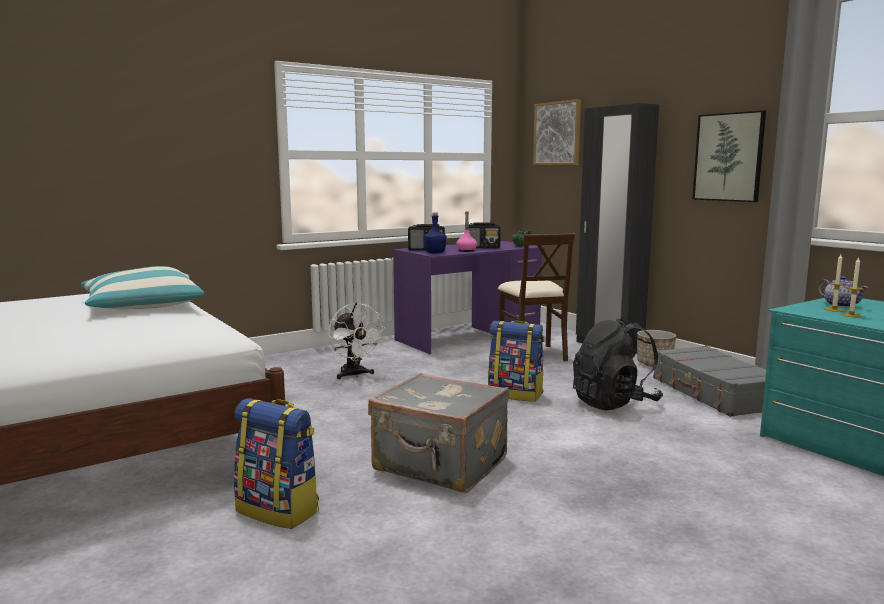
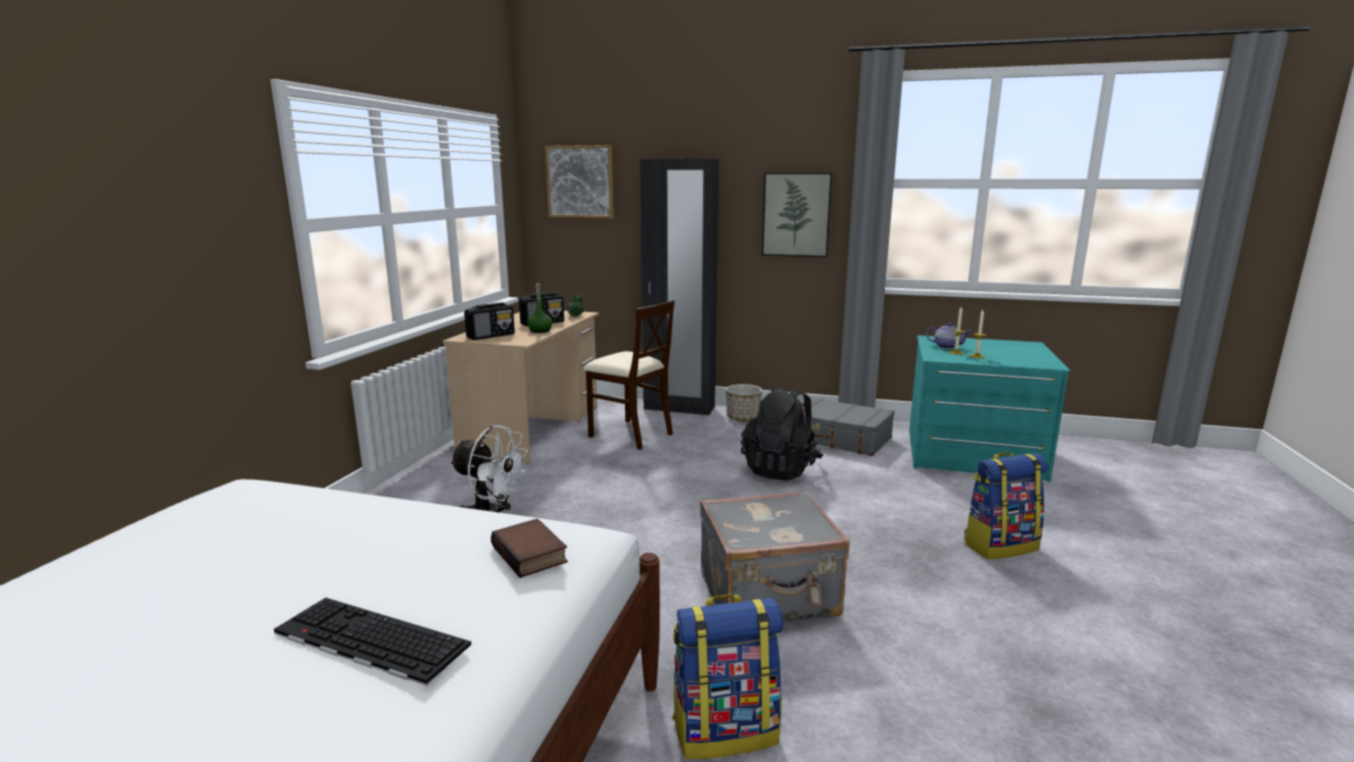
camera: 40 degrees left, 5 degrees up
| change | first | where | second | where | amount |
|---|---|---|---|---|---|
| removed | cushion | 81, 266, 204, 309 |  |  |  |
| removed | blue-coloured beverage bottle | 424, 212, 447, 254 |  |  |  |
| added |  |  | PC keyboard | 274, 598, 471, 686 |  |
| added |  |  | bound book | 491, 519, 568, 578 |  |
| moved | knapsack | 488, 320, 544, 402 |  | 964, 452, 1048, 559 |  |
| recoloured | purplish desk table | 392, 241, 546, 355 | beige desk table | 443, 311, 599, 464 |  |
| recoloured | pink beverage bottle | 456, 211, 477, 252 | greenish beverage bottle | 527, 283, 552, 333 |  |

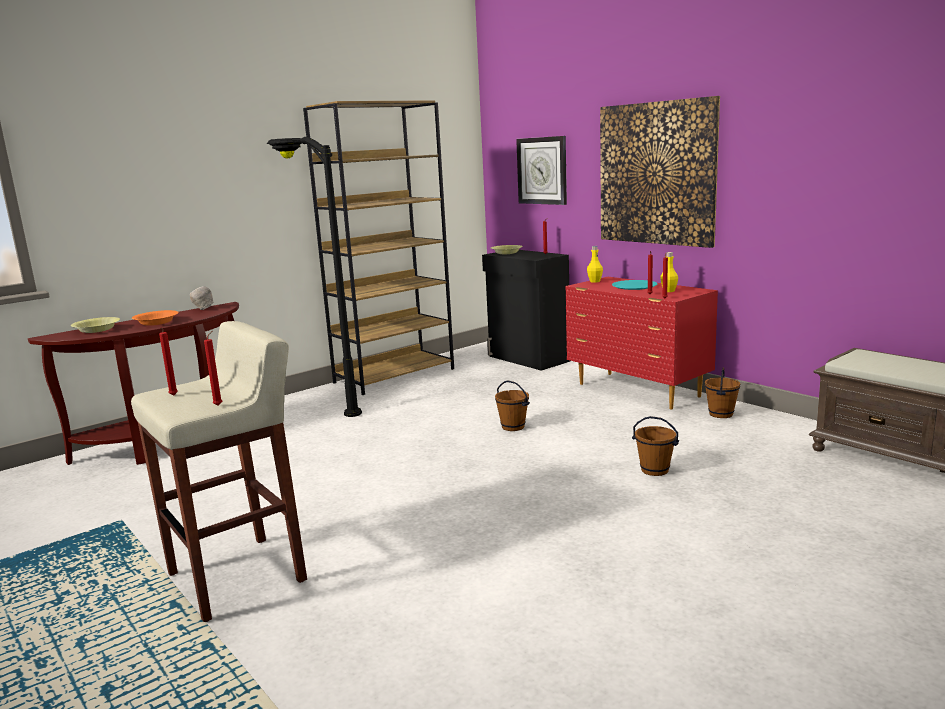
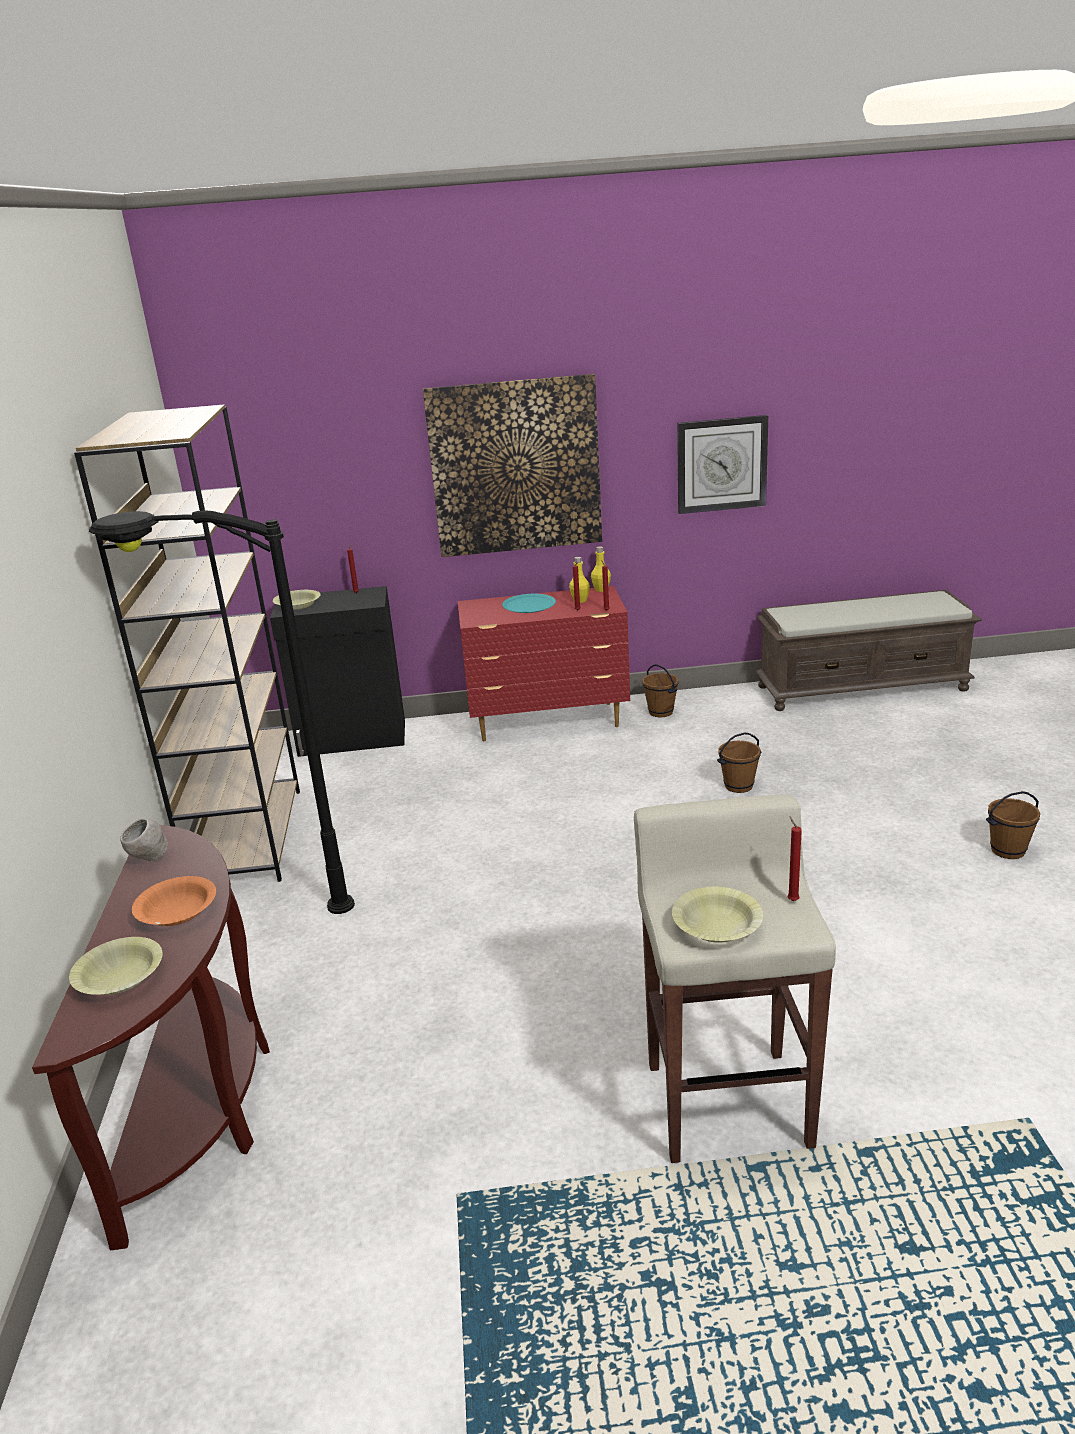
camera: 55 degrees left, 10 degrees up
| change | first | where | second | where | amount |
|---|---|---|---|---|---|
| moved | brown-coloured water bucket | 495, 381, 530, 431 |  | 986, 791, 1041, 859 |  |
| moved | hanging clock | 516, 136, 567, 205 |  | 677, 415, 768, 514 |  |
| moved | yellowish beverage bottle | 587, 246, 603, 283 |  | 591, 547, 611, 592 |  |
| replaced | reddish wax light | 159, 327, 178, 396 | yellowish deep dish | 672, 887, 763, 943 |  |

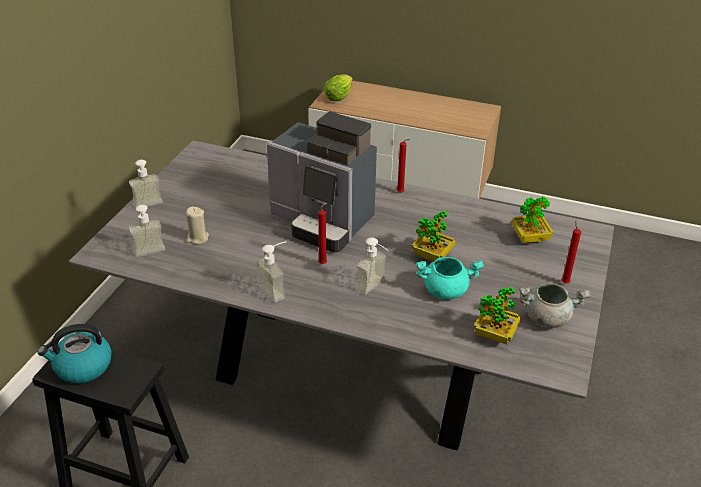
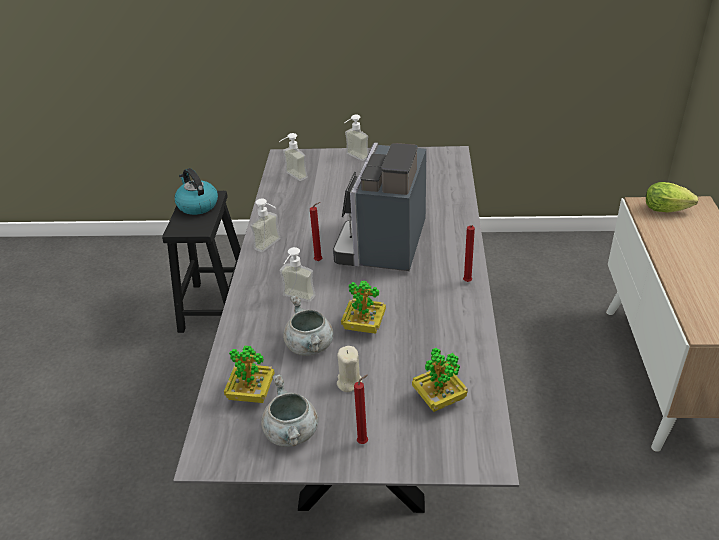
camera: 75 degrees right, 0 degrees up
| change | first | where | second | where | amount |
|---|---|---|---|---|---|
| moved | beige wax light | 186, 207, 209, 244 |  | 337, 346, 362, 392 |  |
| recoloured | turquoise-coloured saucepot | 416, 257, 484, 299 | grey saucepot | 283, 295, 333, 356 |  |

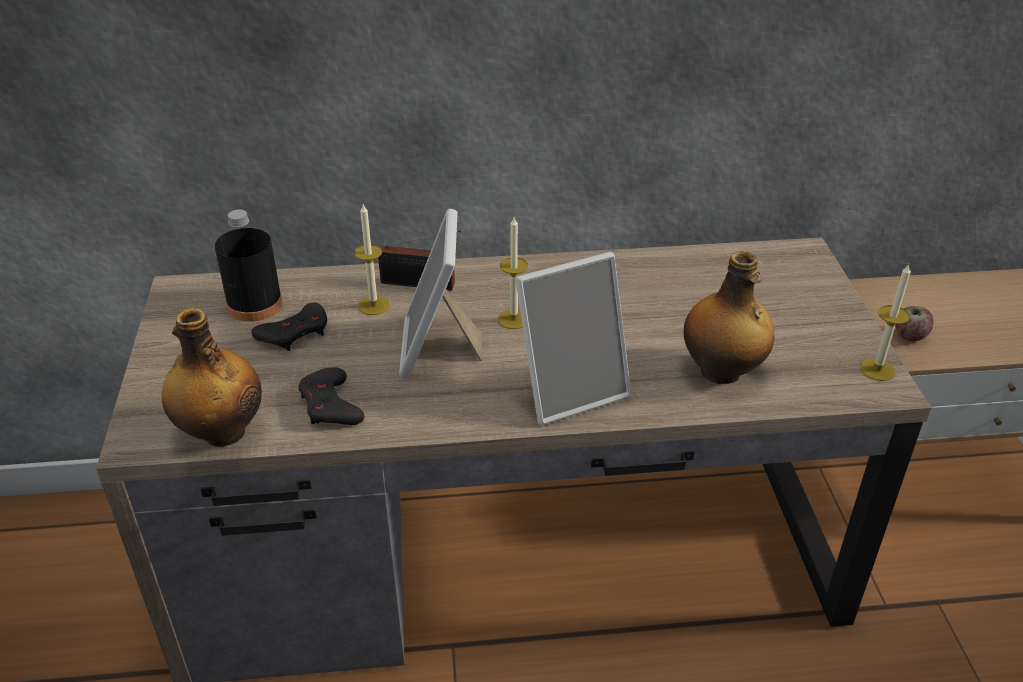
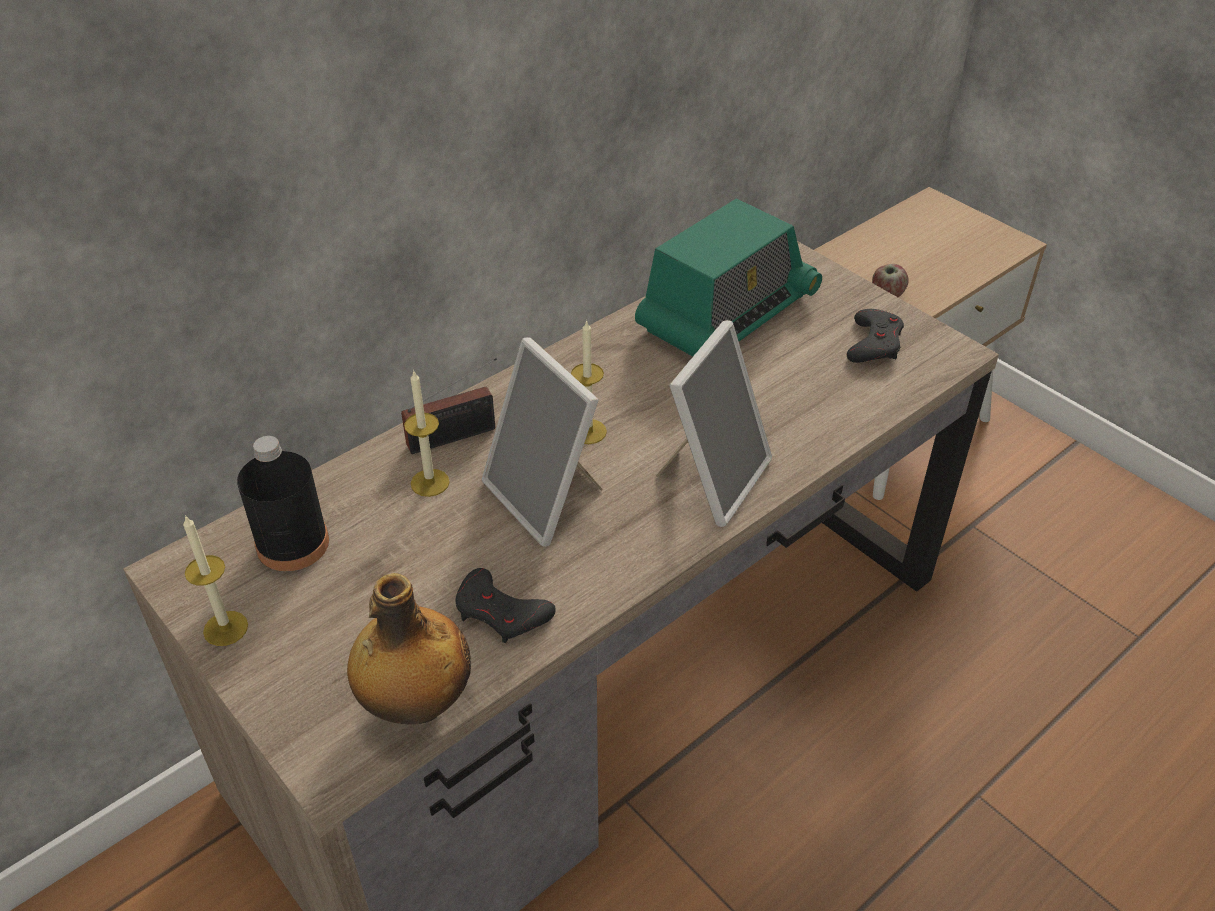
camera: 35 degrees left, 5 degrees up
| change | first | where | second | where | amount |
|---|---|---|---|---|---|
| removed | beverage bottle | 684, 251, 775, 384 |  |  |  |
| added |  |  | radio receiver | 635, 198, 822, 357 |  |
| moved | black game controller | 252, 302, 327, 351 |  | 847, 309, 904, 363 |  |
| moved | wax light | 860, 264, 911, 381 |  | 183, 515, 248, 646 |  |

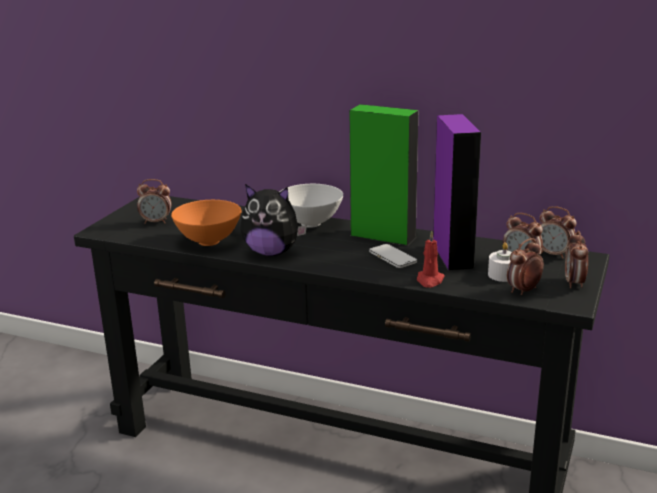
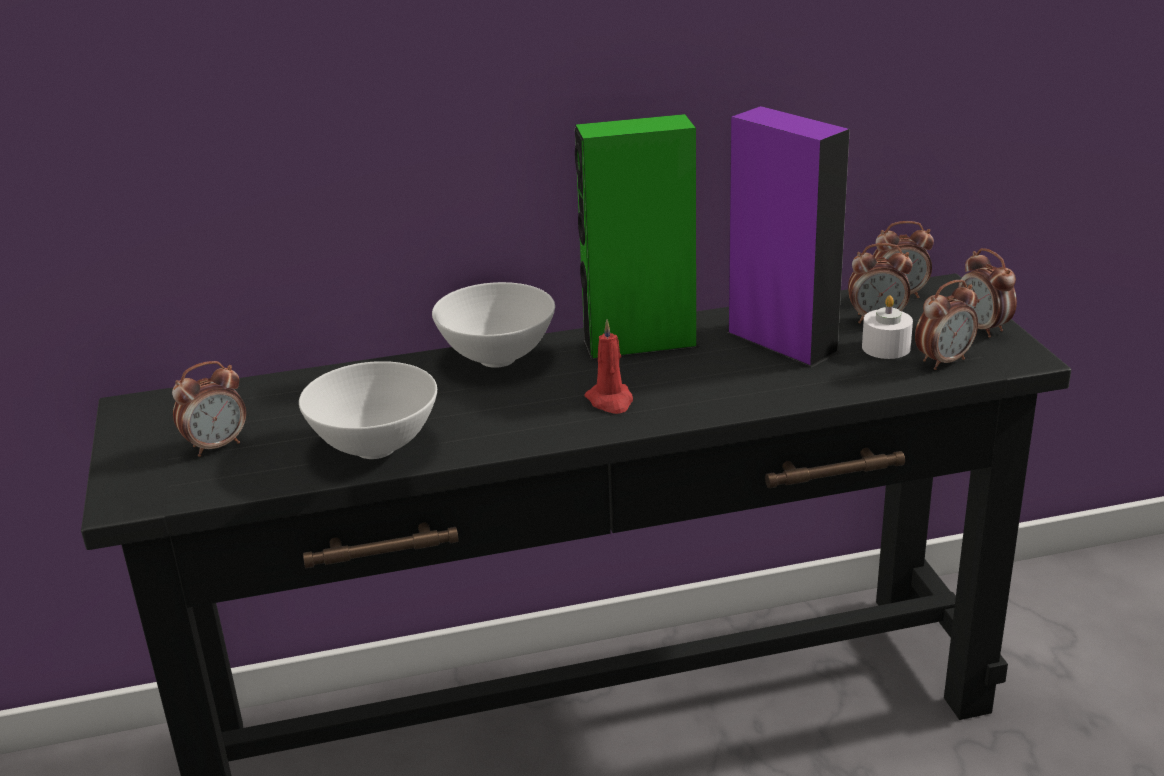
camera: 35 degrees left, 5 degrees up
| change | first | where | second | where | amount |
|---|---|---|---|---|---|
| removed | soft toy | 240, 184, 307, 256 |  |  |  |
| removed | telephone | 369, 244, 417, 268 |  |  |  |
| moved | reddish wax light | 417, 230, 445, 288 |  | 584, 319, 633, 414 |  |
| recoloured | orangey deep dish | 171, 200, 242, 246 | white-coloured deep dish | 299, 361, 437, 459 |  |
| turned | bedside clock | 507, 238, 544, 295 |  | 915, 280, 978, 370 | 135 degrees counterclockwise |

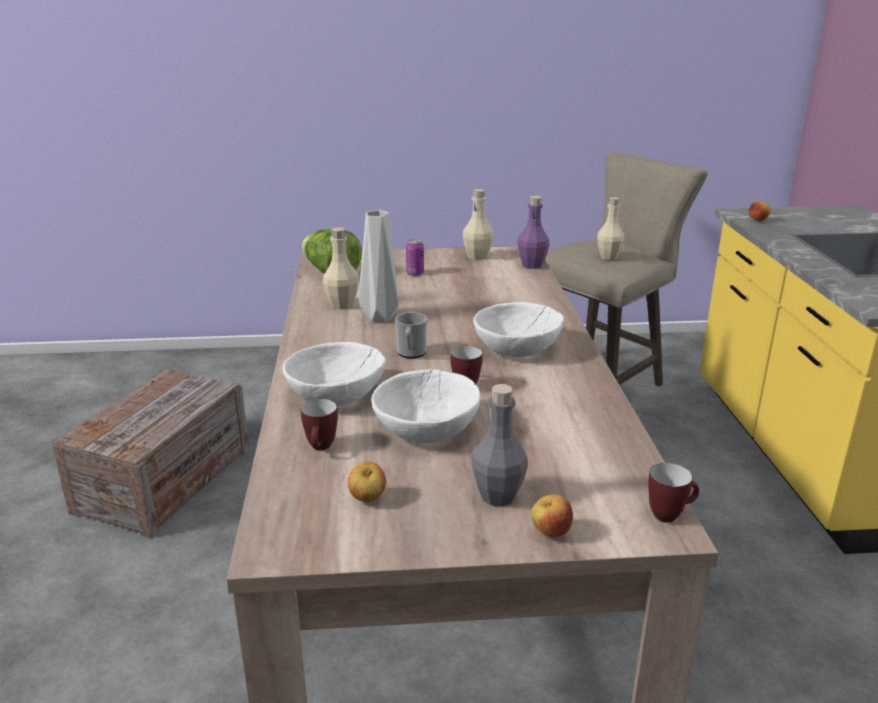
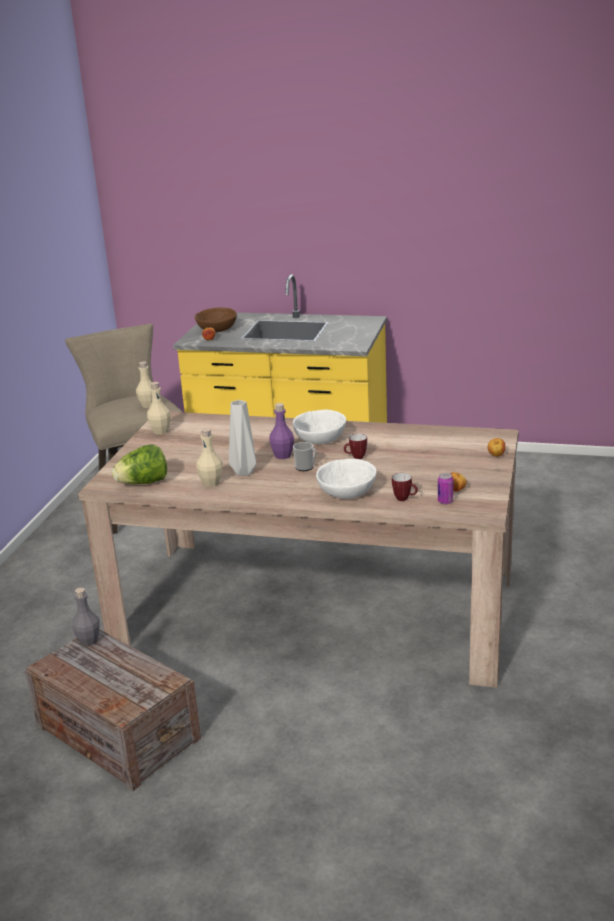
camera: 70 degrees left, 0 degrees up
| change | first | where | second | where | amount |
|---|---|---|---|---|---|
| removed | white-coloured deep dish | 371, 370, 480, 443 |  |  |  |
| removed | coffee mug | 648, 463, 699, 523 |  |  |  |
| added |  |  | brown-coloured deep dish | 195, 308, 237, 332 |  |
| moved | metal can | 406, 239, 424, 276 |  | 438, 473, 454, 504 |  |
| moved | grey beverage bottle | 471, 384, 528, 507 |  | 72, 588, 100, 646 |  |
| moved | purplish beverage bottle | 517, 196, 550, 269 |  | 269, 403, 294, 459 |  |

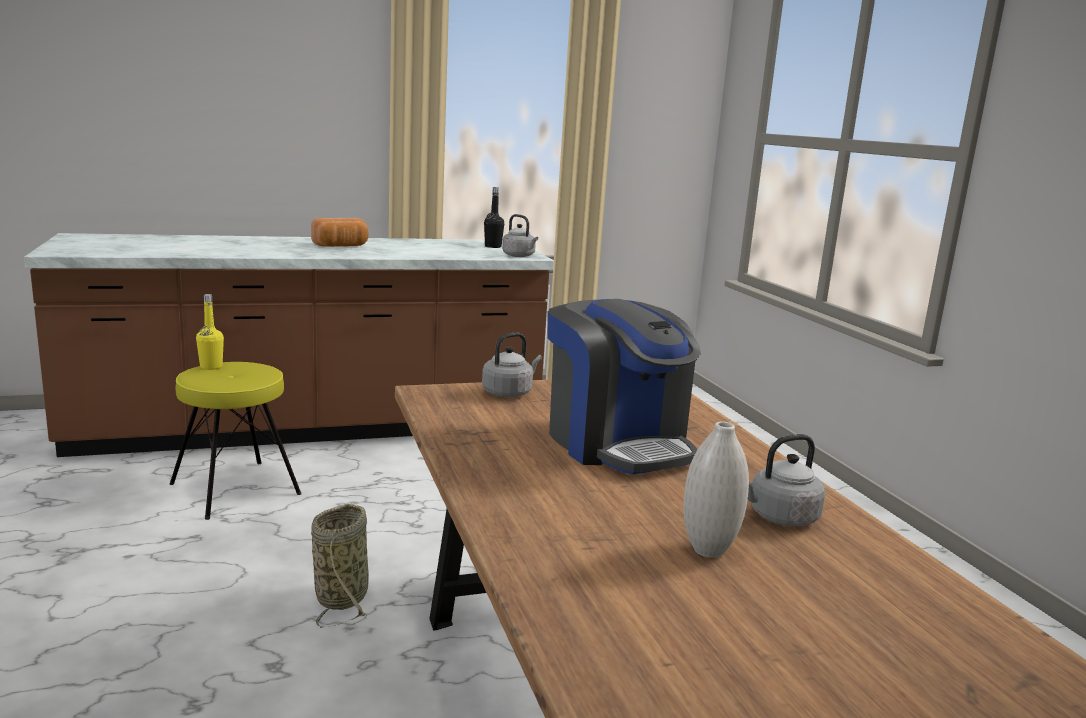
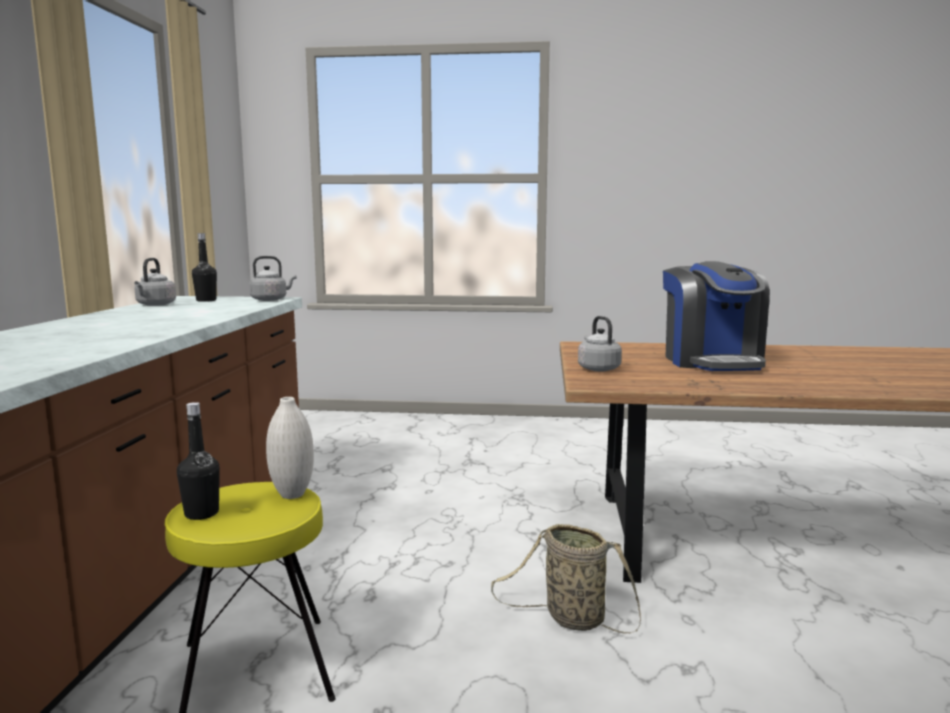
camera: 65 degrees left, 5 degrees down
| change | first | where | second | where | amount |
|---|---|---|---|---|---|
| removed | bread | 311, 218, 369, 247 |  |  |  |
| moved | white-coloured flower vase | 684, 421, 749, 558 |  | 266, 397, 314, 499 |  |
| moved | grey tea kettle | 748, 434, 825, 527 |  | 134, 258, 176, 306 |  |
| recoloured | yellowish beverage bottle | 196, 294, 224, 370 | black beverage bottle | 177, 402, 220, 520 |  |
| turned | coffee machine | 547, 299, 701, 474 |  | 663, 261, 770, 371 | 90 degrees clockwise |

